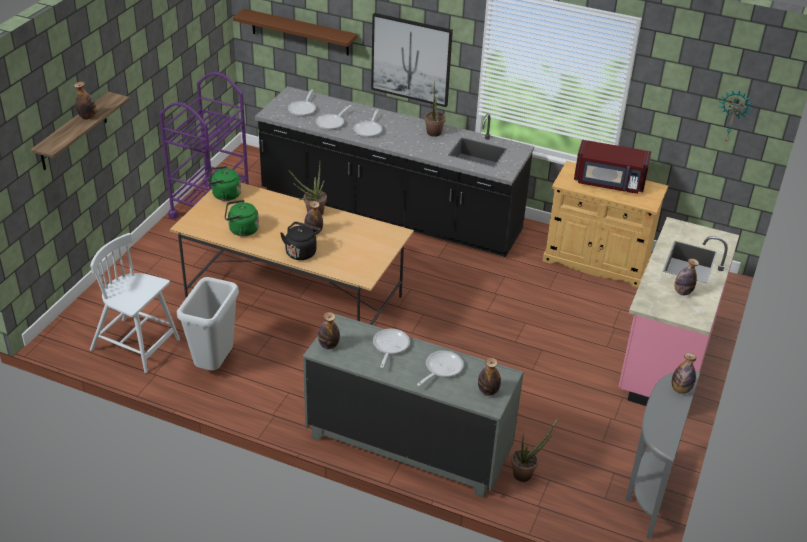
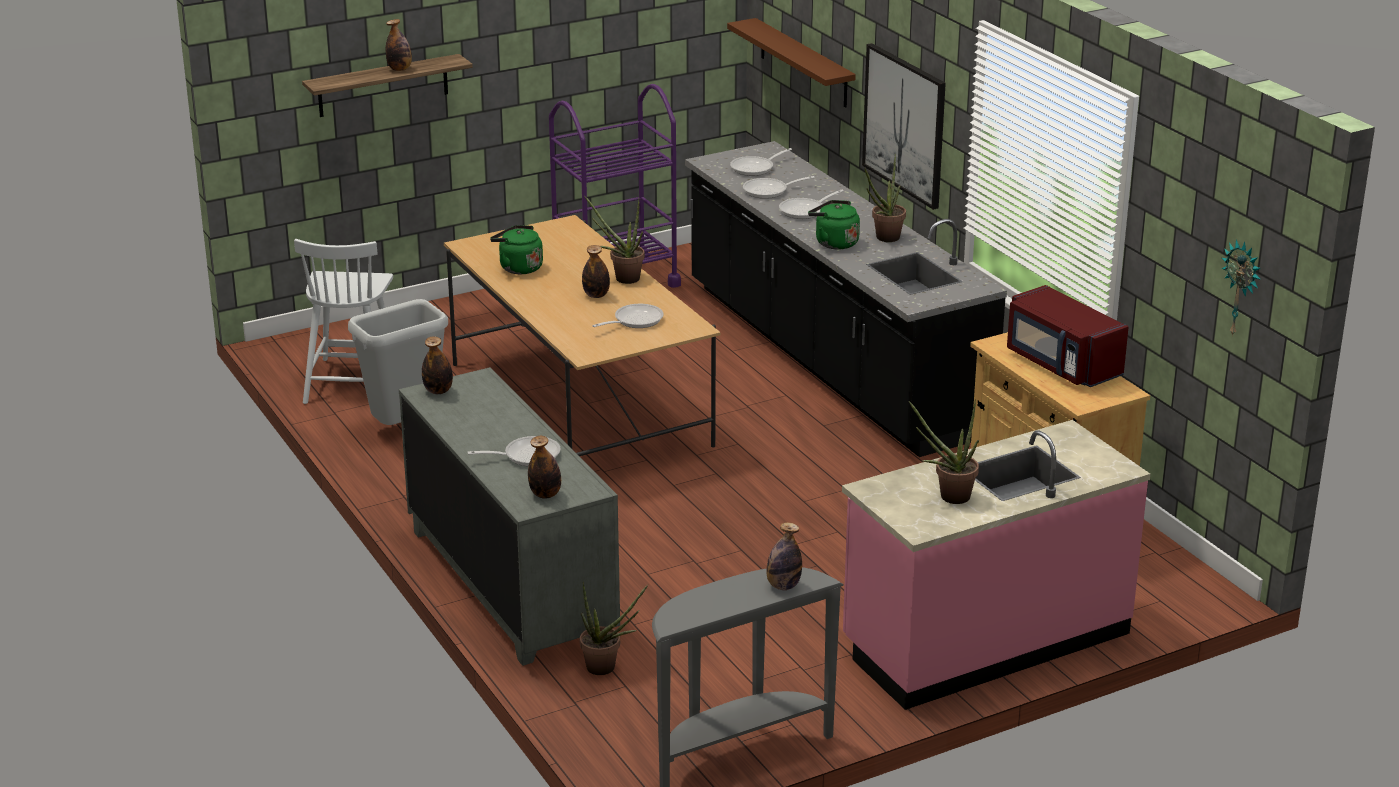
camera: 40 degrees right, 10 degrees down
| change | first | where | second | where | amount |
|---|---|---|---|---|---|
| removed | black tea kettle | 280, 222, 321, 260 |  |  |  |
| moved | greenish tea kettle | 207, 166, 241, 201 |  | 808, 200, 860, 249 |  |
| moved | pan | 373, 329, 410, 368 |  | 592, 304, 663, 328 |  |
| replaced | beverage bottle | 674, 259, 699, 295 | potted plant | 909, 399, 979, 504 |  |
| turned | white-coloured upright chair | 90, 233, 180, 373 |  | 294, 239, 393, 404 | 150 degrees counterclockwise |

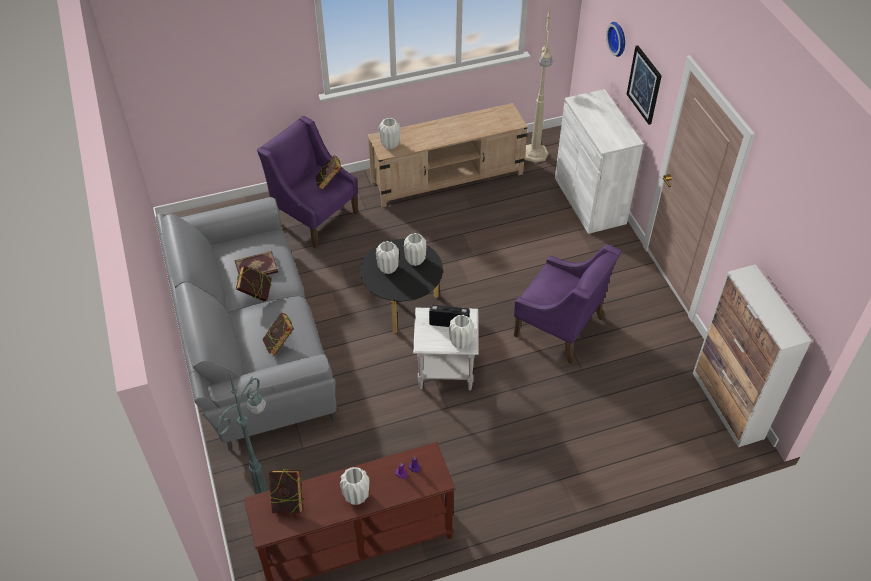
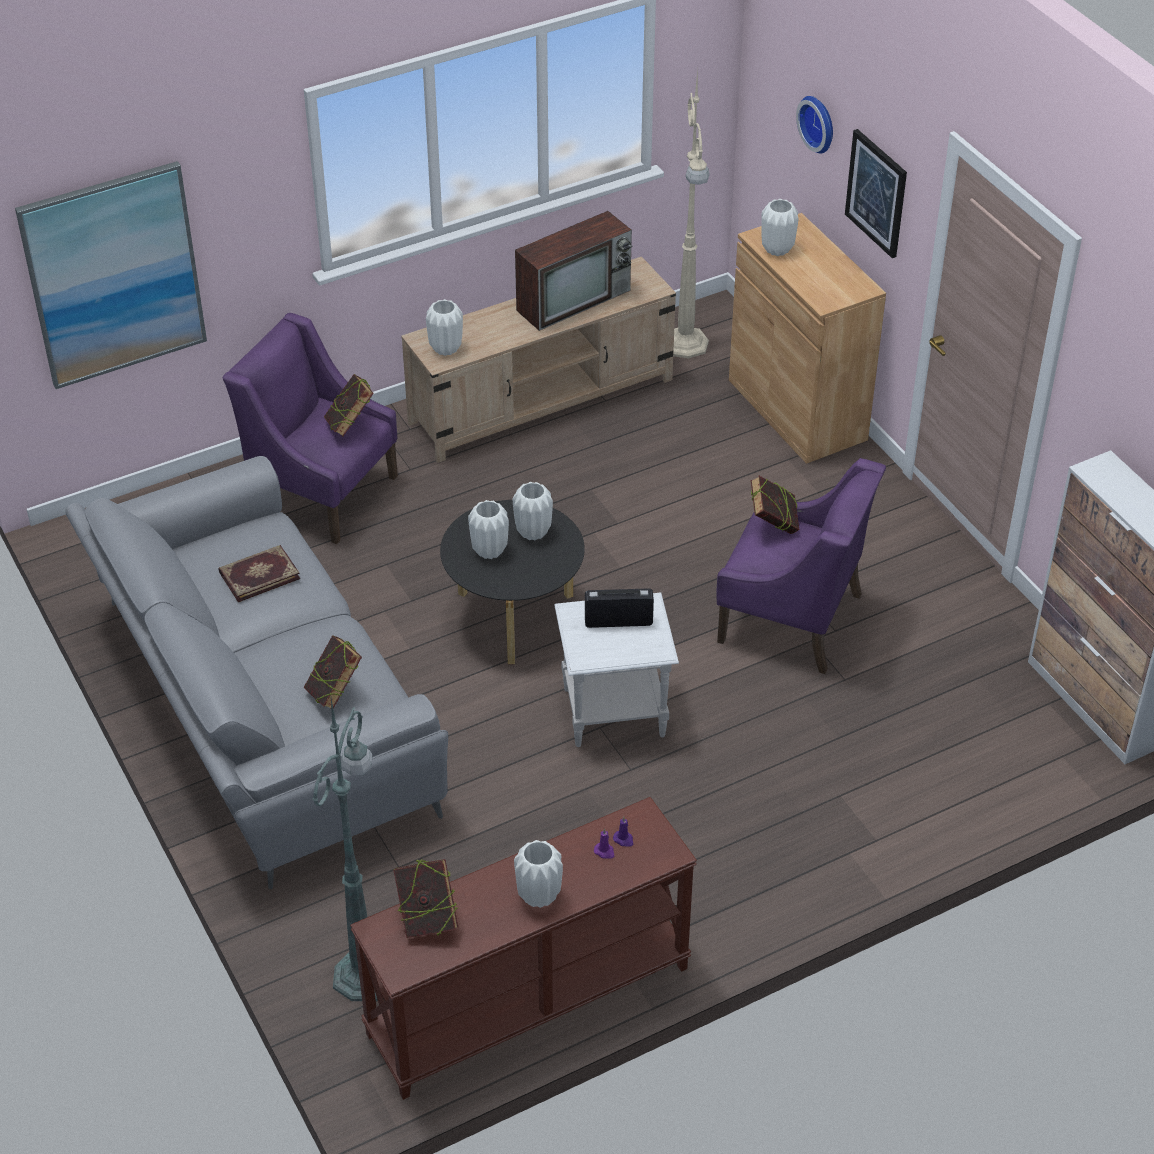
camera: 10 degrees left, 5 degrees down
| change | first | where | second | where | amount |
|---|---|---|---|---|---|
| added |  |  | wall picture | 15, 161, 207, 389 |  |
| added |  |  | television | 515, 211, 632, 331 |  |
| moved | bound book | 236, 266, 272, 301 |  | 750, 476, 799, 534 |  |
| moved | white-coloured flower vase | 449, 315, 474, 349 |  | 761, 199, 799, 256 |  |
| recoloured | white-coloured cabinet | 555, 89, 644, 234 | brown-coloured cabinet | 729, 213, 886, 464 |  |

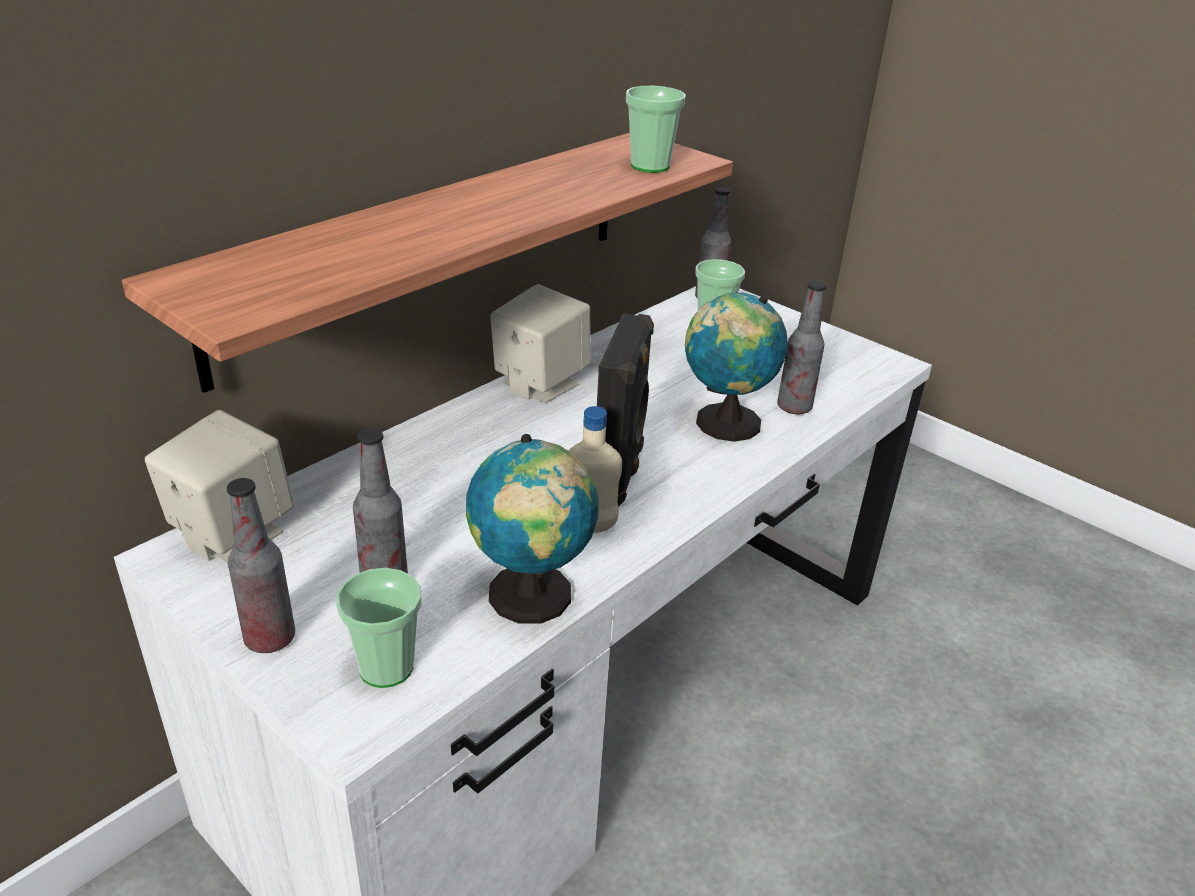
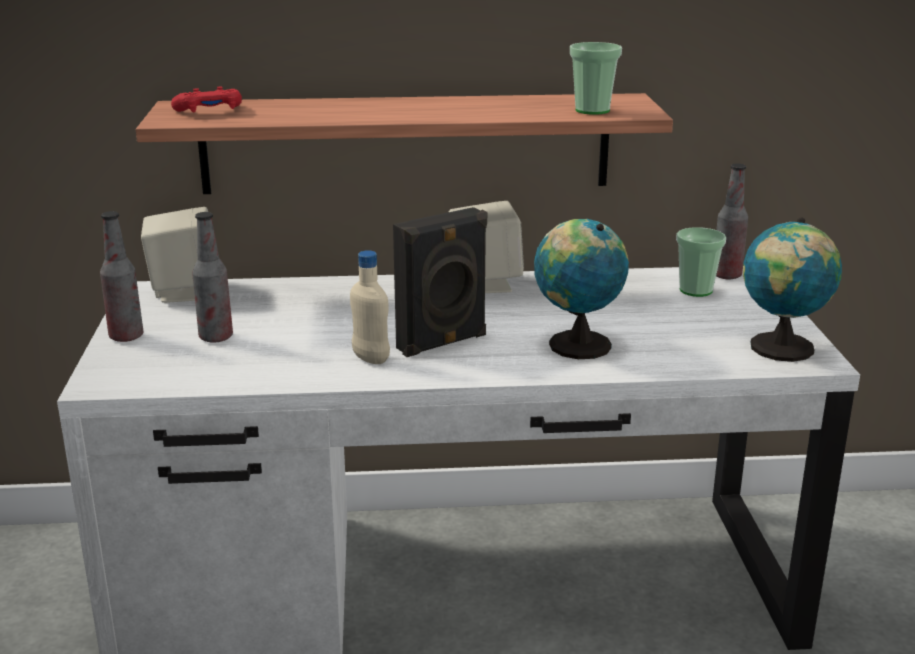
camera: 45 degrees right, 10 degrees down
| change | first | where | second | where | amount |
|---|---|---|---|---|---|
| removed | cup | 336, 568, 422, 688 |  |  |  |
| removed | beverage bottle | 777, 280, 826, 415 |  |  |  |
| added |  |  | reddish game controller | 171, 87, 242, 112 |  |
| moved | globe | 466, 434, 599, 624 |  | 743, 217, 842, 362 |  |

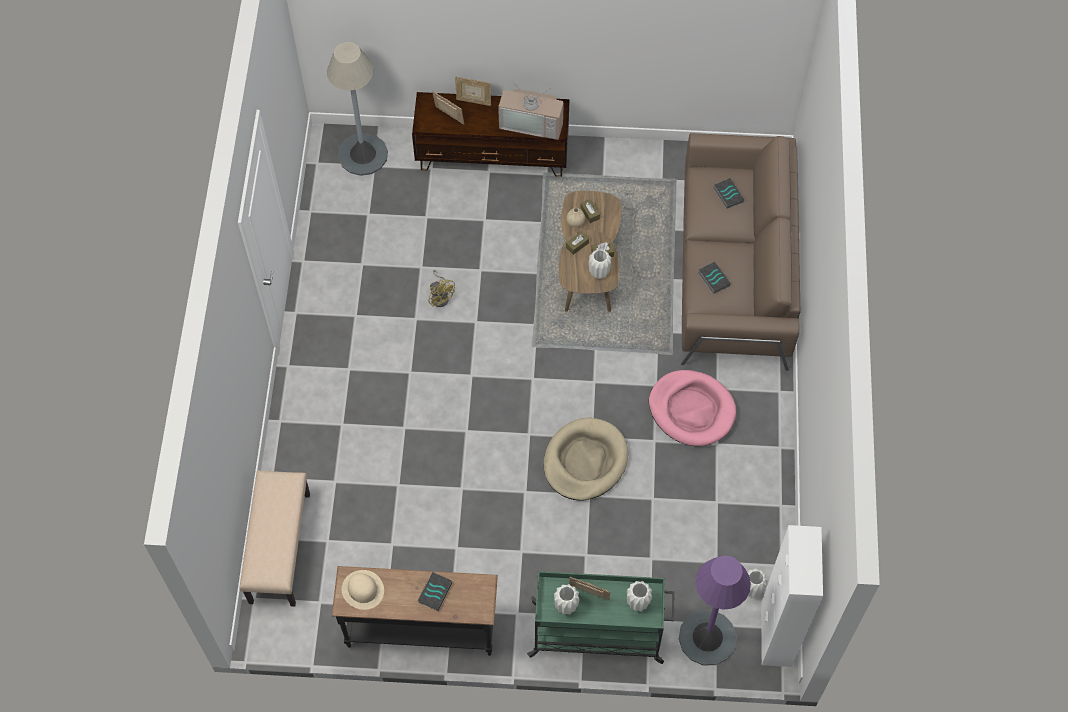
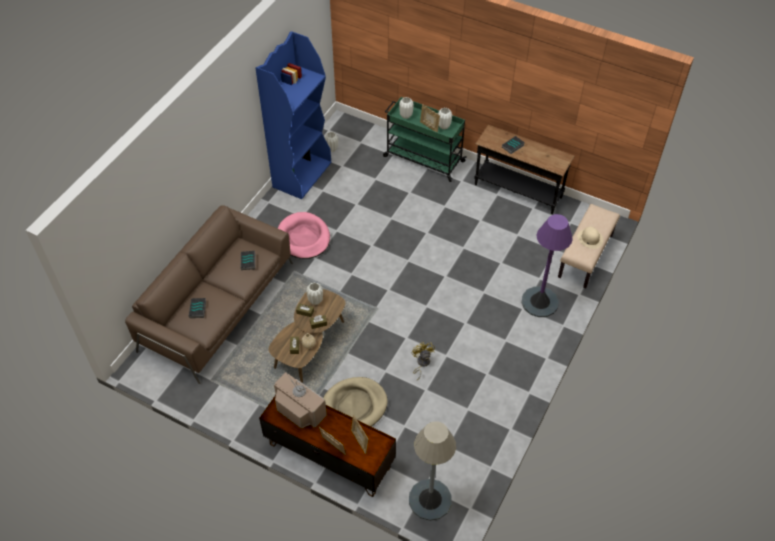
camera: 155 degrees left, 10 degrees down
| change | first | where | second | where | amount |
|---|---|---|---|---|---|
| removed | white-coloured cabinet | 761, 525, 823, 667 |  |  |  |
| added |  |  | blue-coloured shelving unit | 255, 31, 331, 199 |  |
| moved | beige wearable hat | 342, 570, 384, 610 |  | 578, 226, 603, 249 |  |
| moved | beige dog cushion | 544, 417, 628, 501 |  | 323, 377, 388, 426 |  |
| moved | purplish standing lamp | 679, 556, 751, 665 |  | 521, 214, 573, 317 |  |

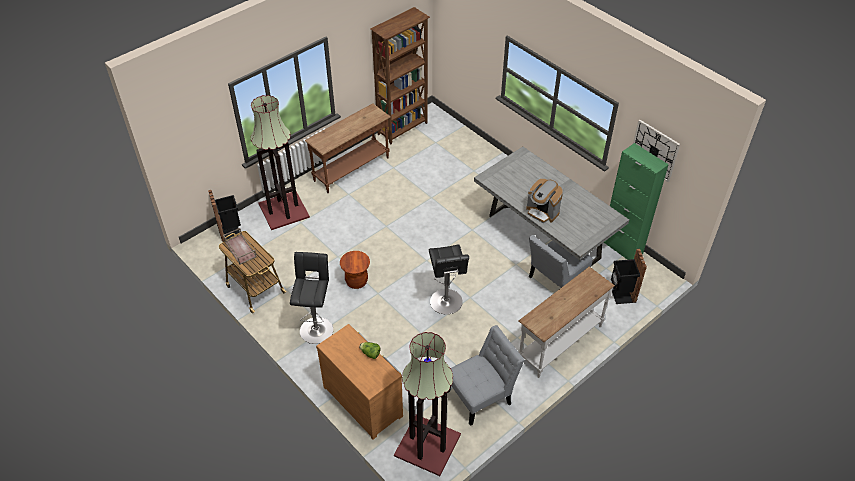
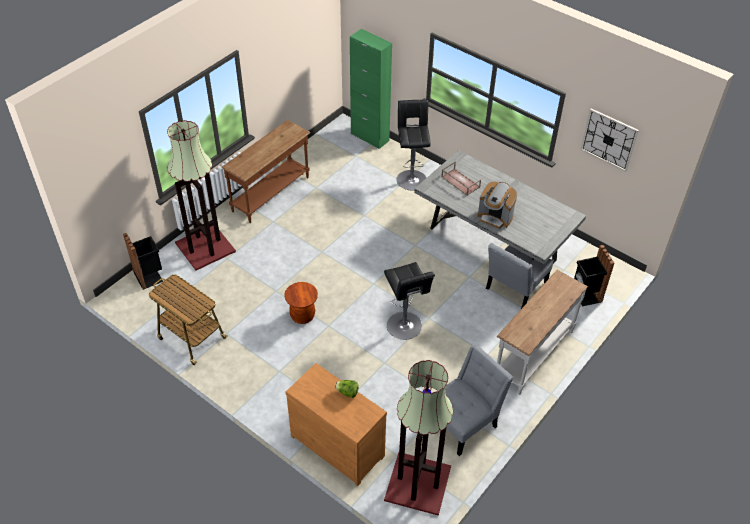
camera: 10 degrees left, 0 degrees up
| change | first | where | second | where | amount |
|---|---|---|---|---|---|
| removed | brown-coloured shelving unit | 370, 7, 430, 145 |  |  |  |
| moved | brown-coloured serving tray | 223, 228, 257, 265 |  | 441, 162, 481, 196 |  |
| moved | black stool | 290, 252, 333, 344 |  | 396, 100, 431, 190 |  |
| moved | greenish cabinet | 604, 143, 669, 260 |  | 350, 29, 392, 149 |  |

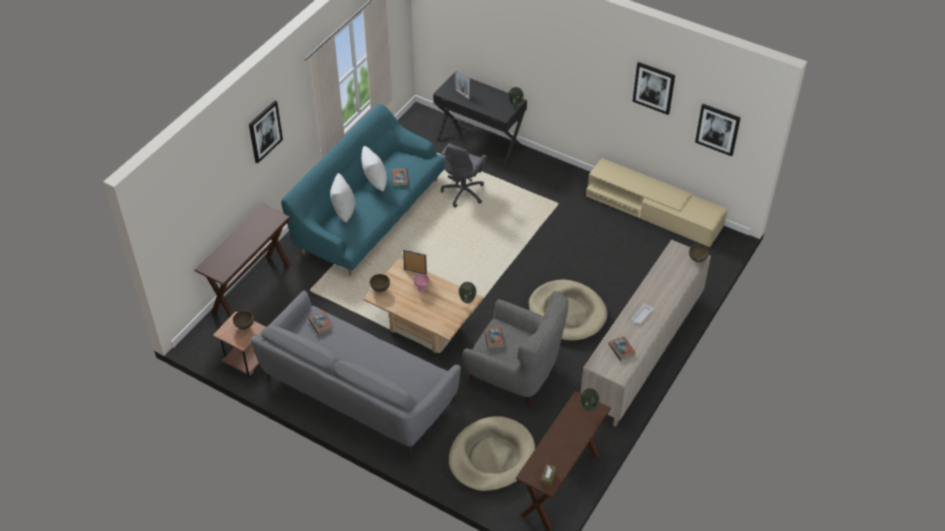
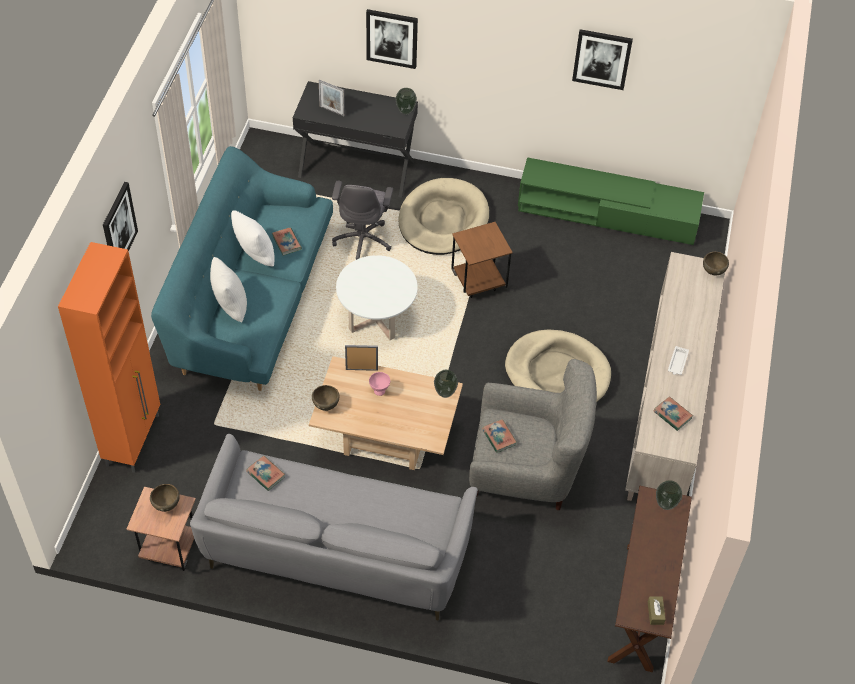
camera: 20 degrees left, 5 degrees up
| change | first | where | second | where | amount |
|---|---|---|---|---|---|
| added |  |  | white-coloured low table | 336, 255, 418, 340 |  |
| added |  |  | brown-coloured accent table | 451, 222, 513, 298 |  |
| moved | beige dog cushion | 449, 416, 535, 492 |  | 398, 178, 489, 255 |  |
| moved | wall picture | 695, 104, 741, 156 |  | 366, 9, 418, 69 |  |
| replaced | brown-coloured hall table | 194, 204, 291, 317 | orangey cabinet | 58, 242, 160, 473 |  |
| recoloured | beige media console | 586, 158, 728, 247 | greenish media console | 518, 157, 704, 245 |  |

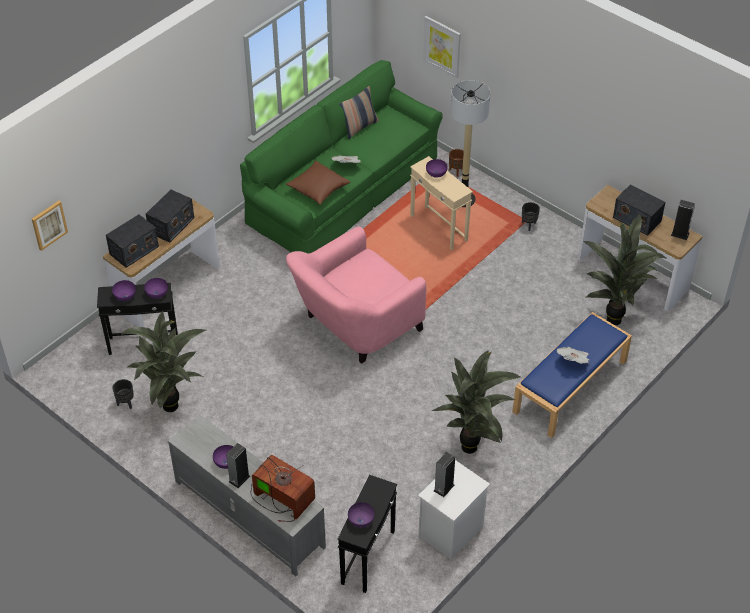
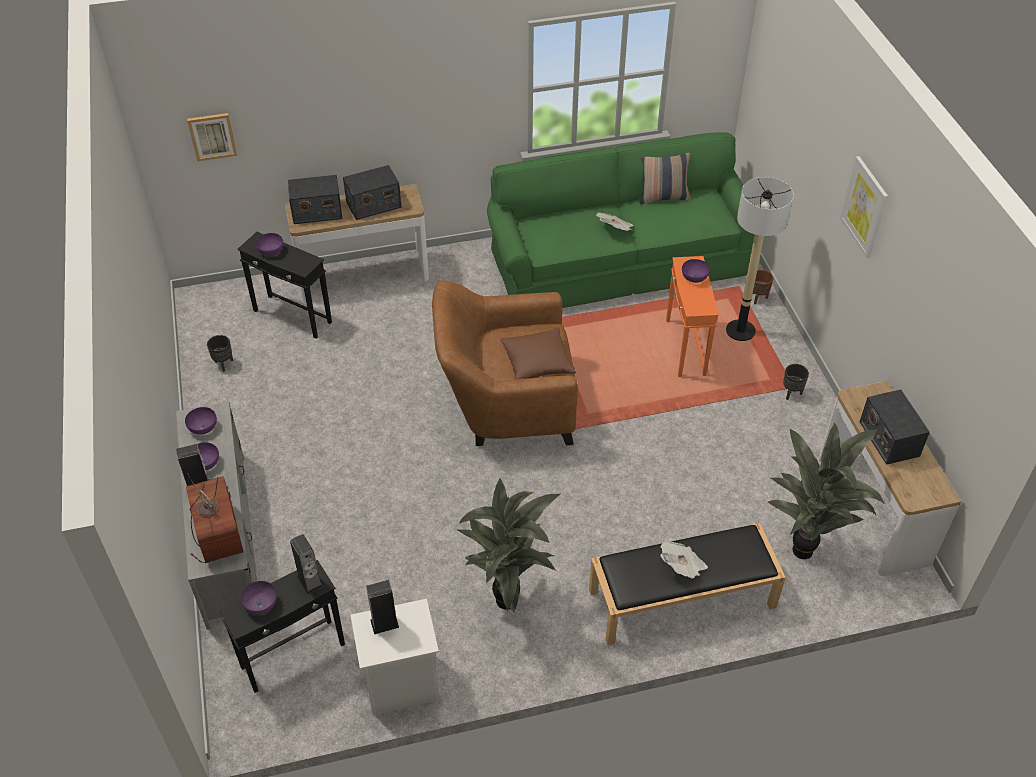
camera: 35 degrees right, 0 degrees up
| change | first | where | second | where | amount |
|---|---|---|---|---|---|
| removed | potted plant | 121, 311, 206, 412 |  |  |  |
| moved | purplish deep dish | 144, 278, 168, 298 |  | 185, 407, 217, 435 |  |
| moved | brown-coloured cushion | 286, 161, 350, 204 |  | 500, 327, 576, 380 |  |
| moved | wall picture | 423, 16, 461, 78 |  | 840, 156, 888, 258 |  |
| moved | loudspeaker | 671, 200, 695, 240 |  | 290, 534, 323, 594 |  |
| recoloured | pink easy chair | 286, 226, 426, 364 | brown-coloured easy chair | 432, 281, 578, 446 |  |
| recoloured | beige accent table | 410, 156, 473, 250 | orangey accent table | 666, 256, 719, 377 |  |
| recoloured | blue-coloured bench | 512, 312, 632, 438 | black bench | 589, 523, 786, 645 |  |

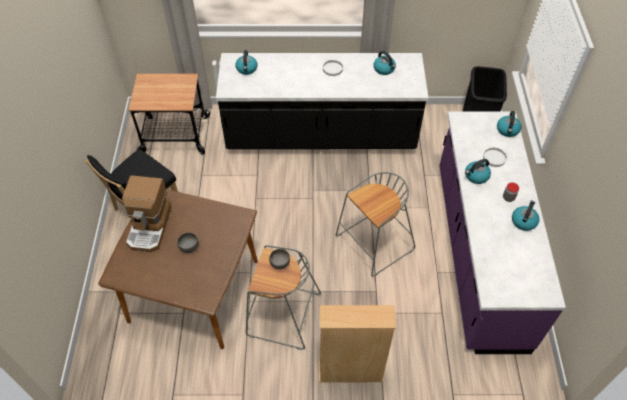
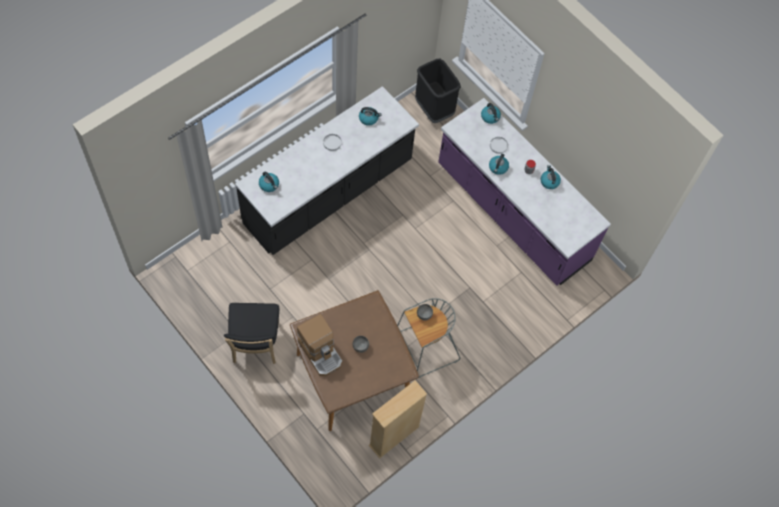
camera: 45 degrees left, 10 degrees up
| change | first | where | second | where | amount |
|---|---|---|---|---|---|
| removed | wheeled cart | 128, 74, 210, 155 |  |  |  |
| removed | grey stool | 336, 172, 415, 276 |  |  |  |
| moved | beige shelving unit | 319, 305, 396, 382 |  | 369, 380, 427, 458 |  |

